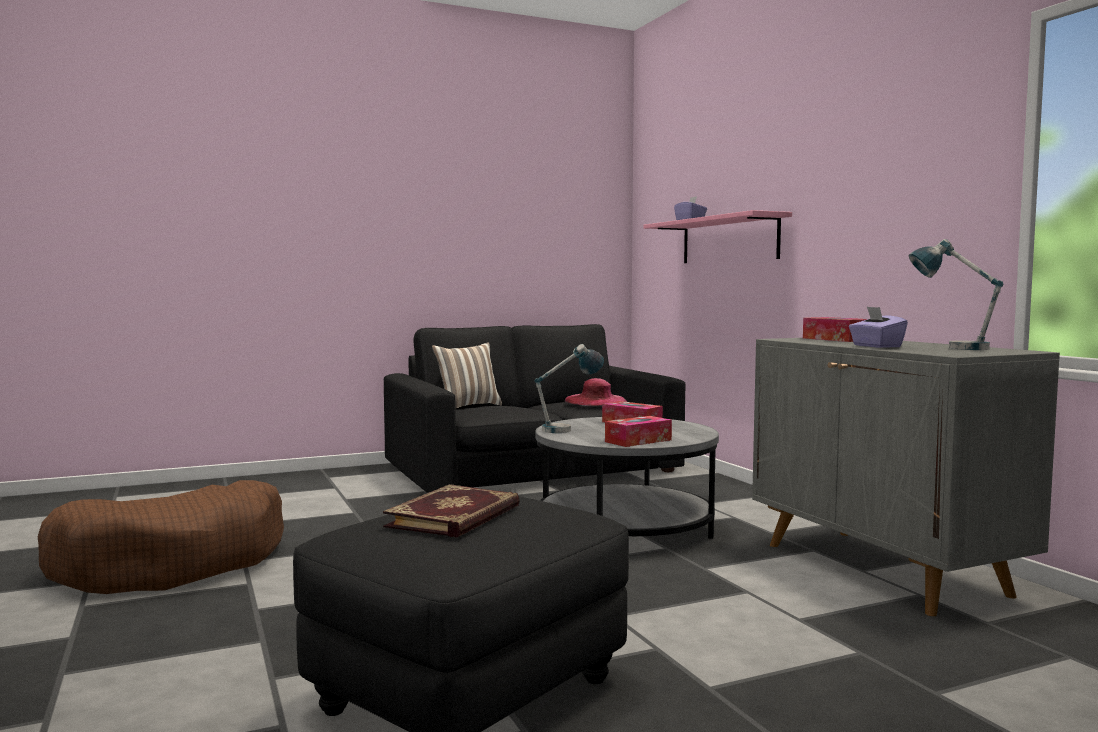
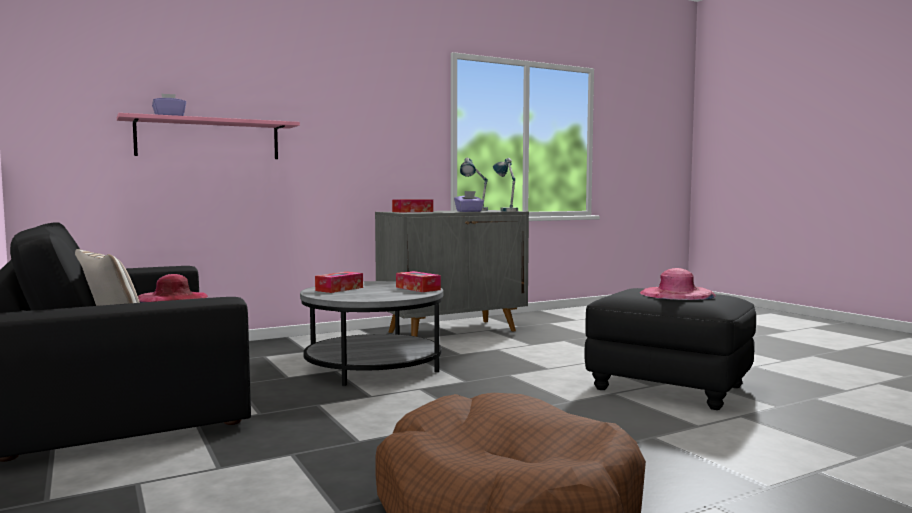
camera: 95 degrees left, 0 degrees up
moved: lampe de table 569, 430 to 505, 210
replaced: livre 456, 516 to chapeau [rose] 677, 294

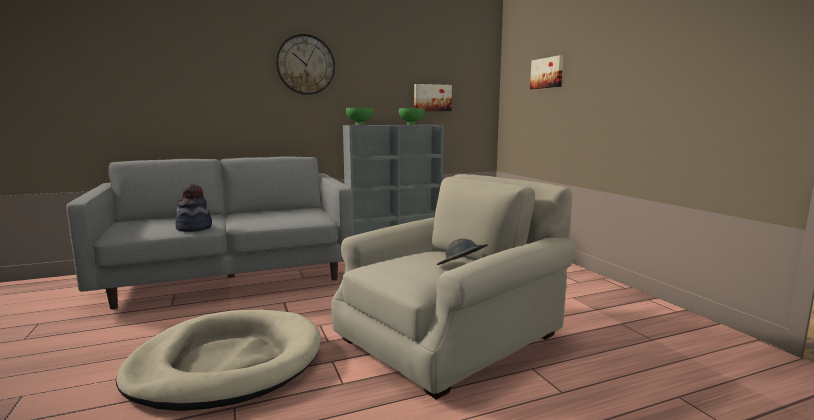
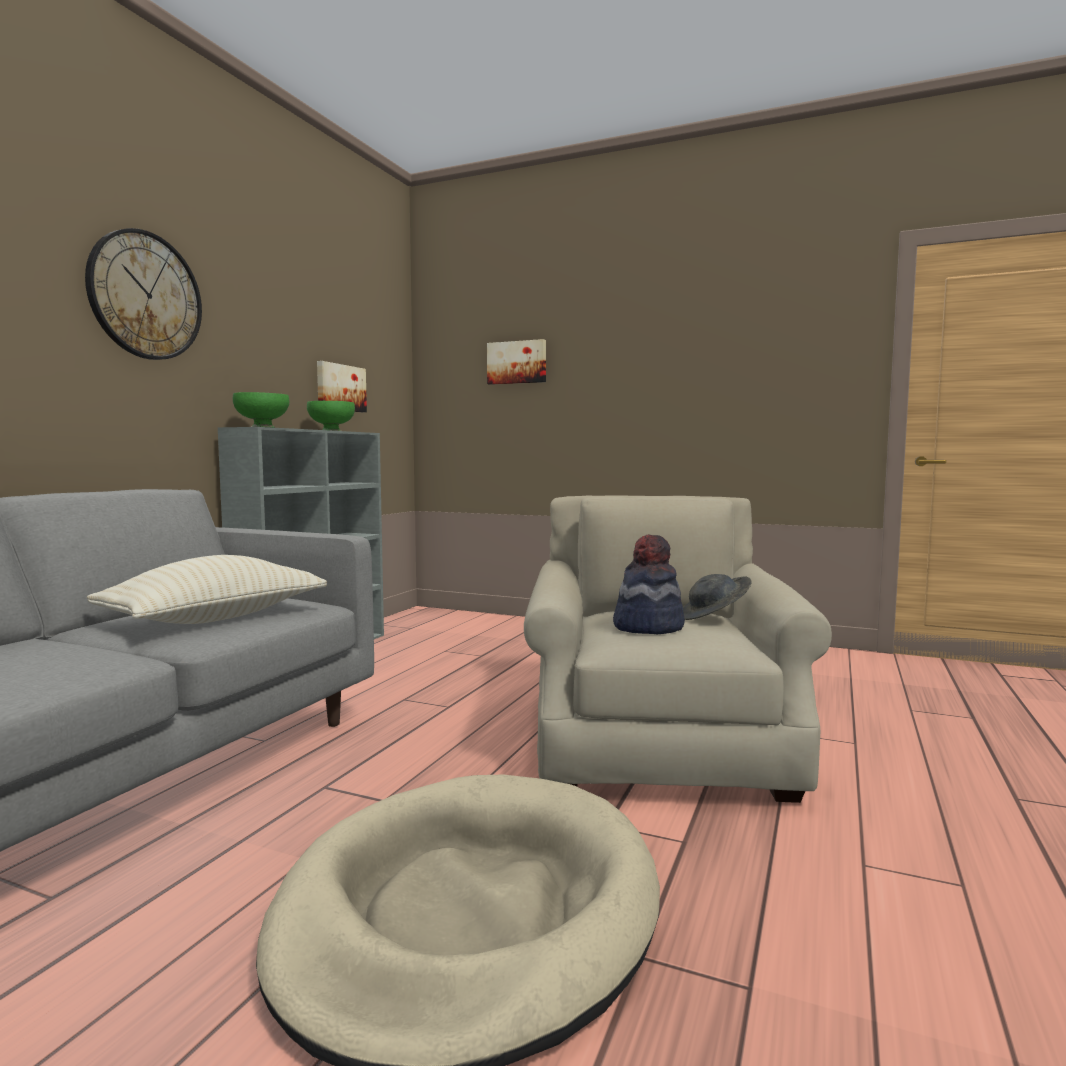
camera: 45 degrees left, 5 degrees down
added: coussin [beige] 215, 619
moved: chapeau 194, 228 to 647, 627

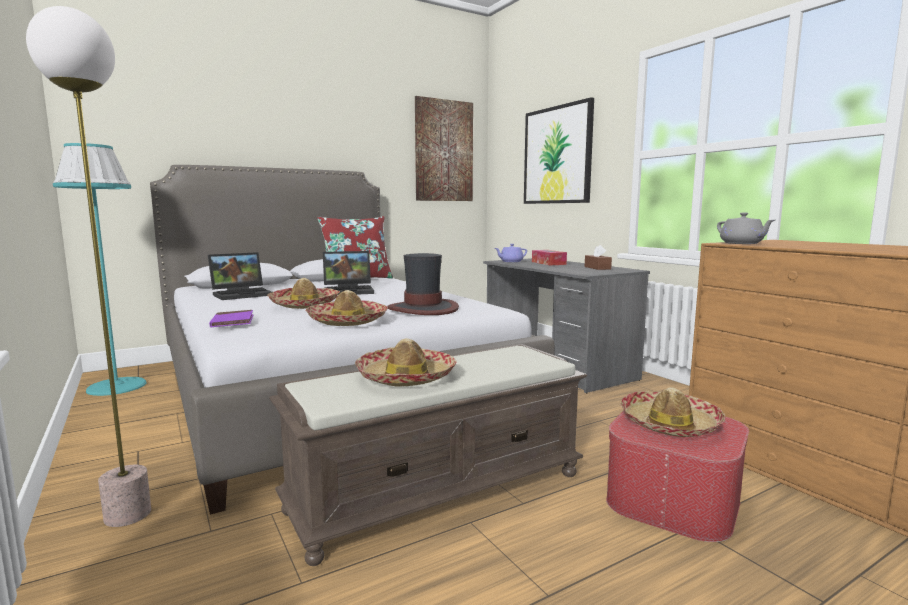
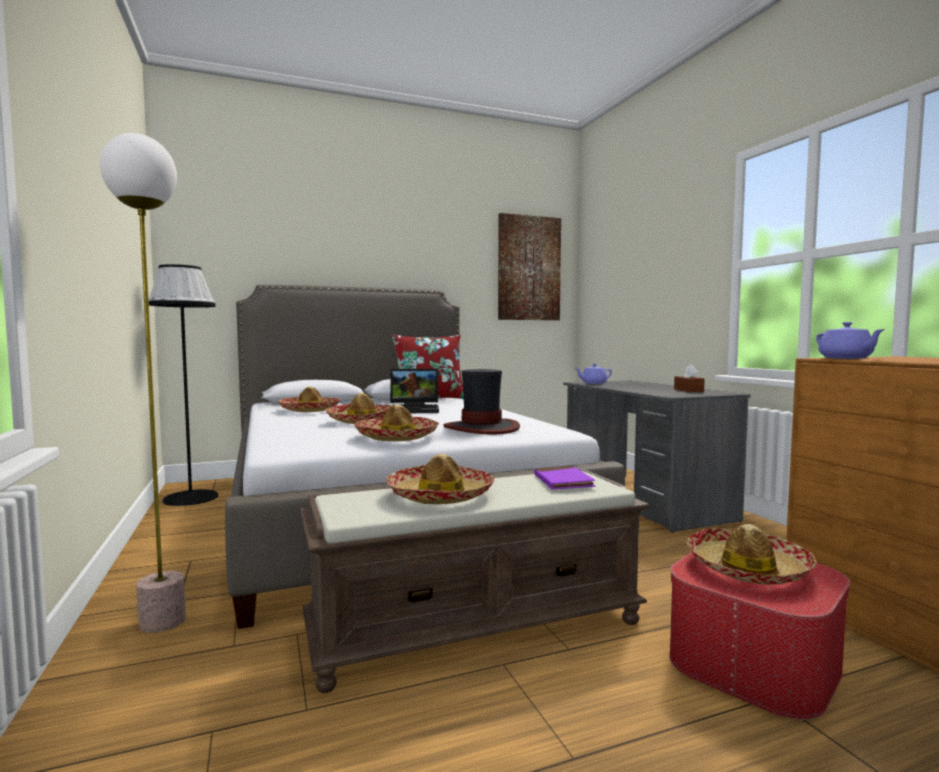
camera: 10 degrees right, 5 degrees down
removed: tableau 557, 155; boîte à mouchoirs 548, 263
moved: livre [violet] 233, 322 to 563, 482
replaced: ordinateur portable 243, 294 to chapeau 310, 410
recoloured: lampadaire [turquoise] 116, 386 to lampadaire [noir] 190, 498; théière [gris] 742, 243 to théière [violet] 846, 358

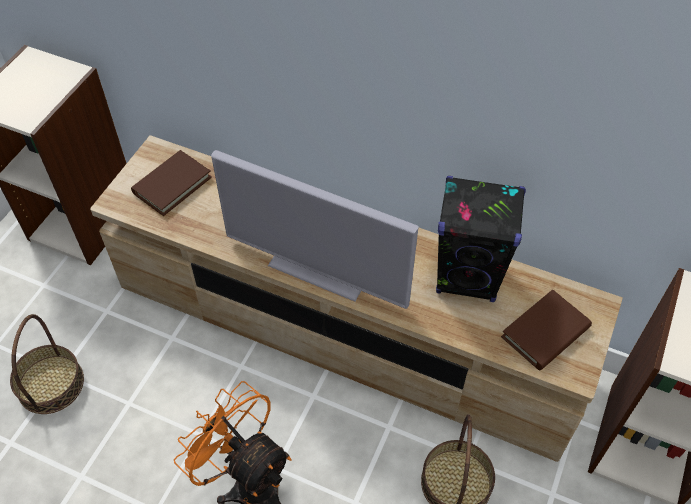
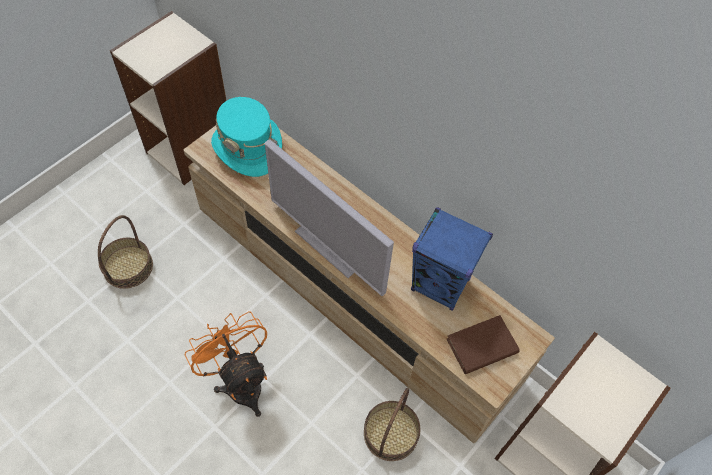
camera: 15 degrees right, 5 degrees up
replaced: livre [marron] 172, 185 to chapeau [turquoise] 248, 148
recoloured: enceinte [noir] 468, 277 to enceinte [bleu] 440, 285

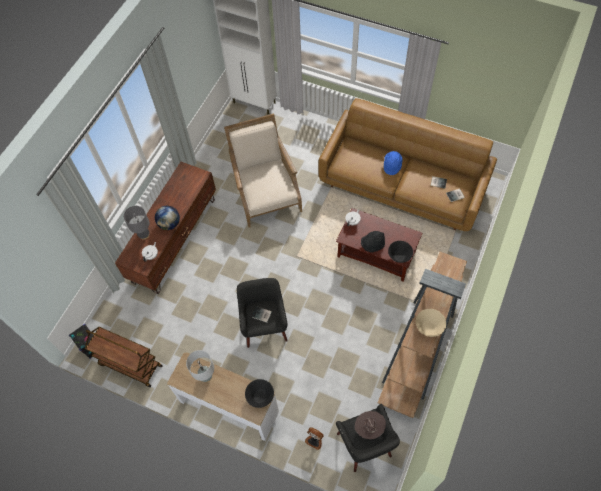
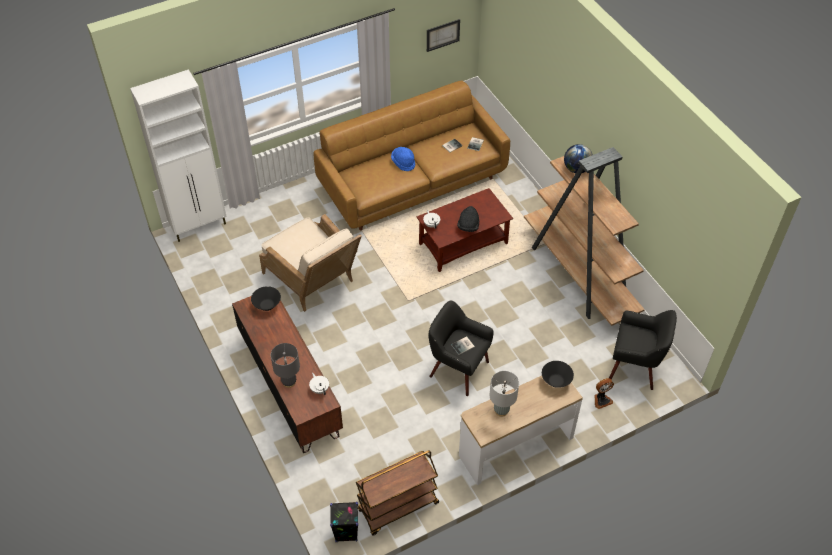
camera: 55 degrees left, 10 degrees down
removed: chapeau [marron] 369, 427; bol [beige] 429, 327
added: tableau 443, 35
moved: globe 169, 224 to 576, 169; bol [noir] 399, 256 to 267, 305
turned: fauteuil [beige] 265, 192 = 314, 281 150 degrees counterclockwise

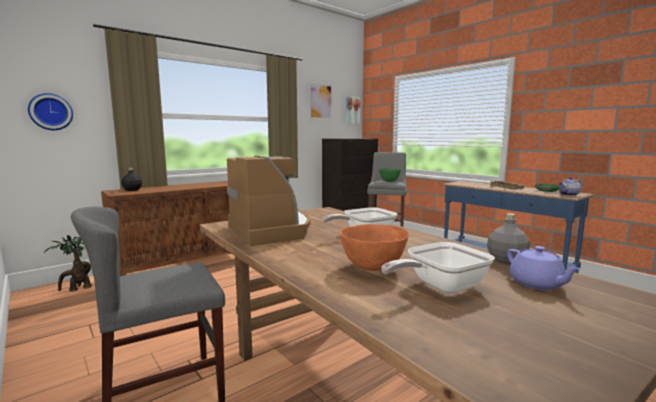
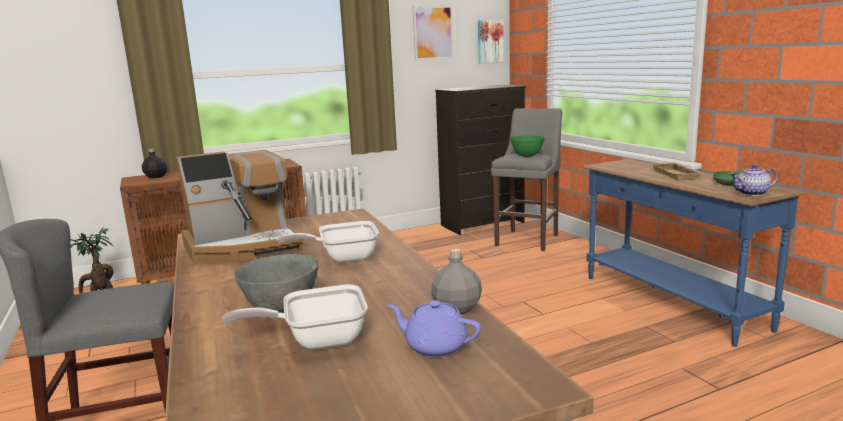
camera: 15 degrees right, 5 degrees up
removed: horloge murale 50, 112
recoloured: bol [orange] 372, 267 to bol [gris] 281, 308
turned: machine à café 272, 230 = 244, 247 75 degrees clockwise; théière [violet] 537, 284 = 434, 346 120 degrees clockwise

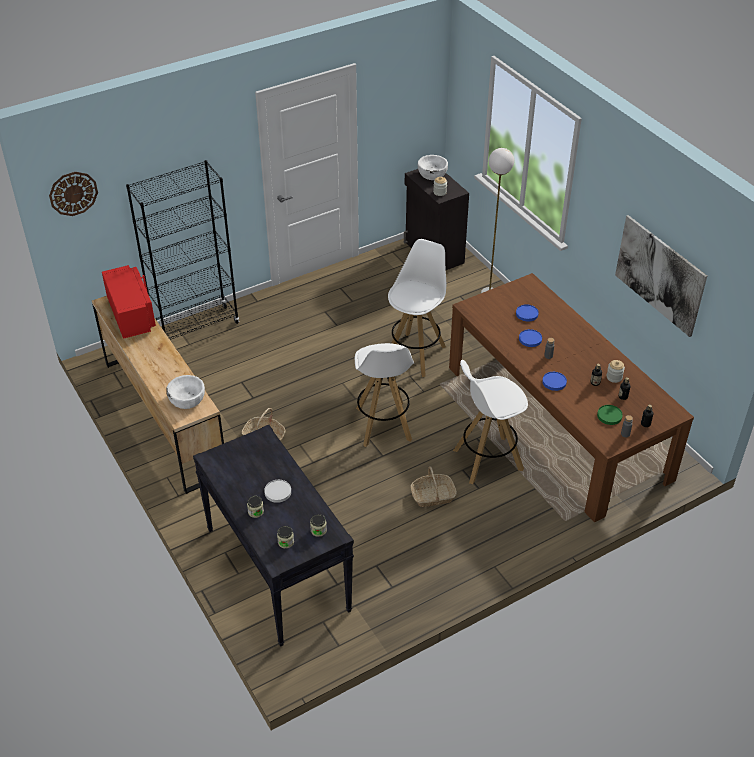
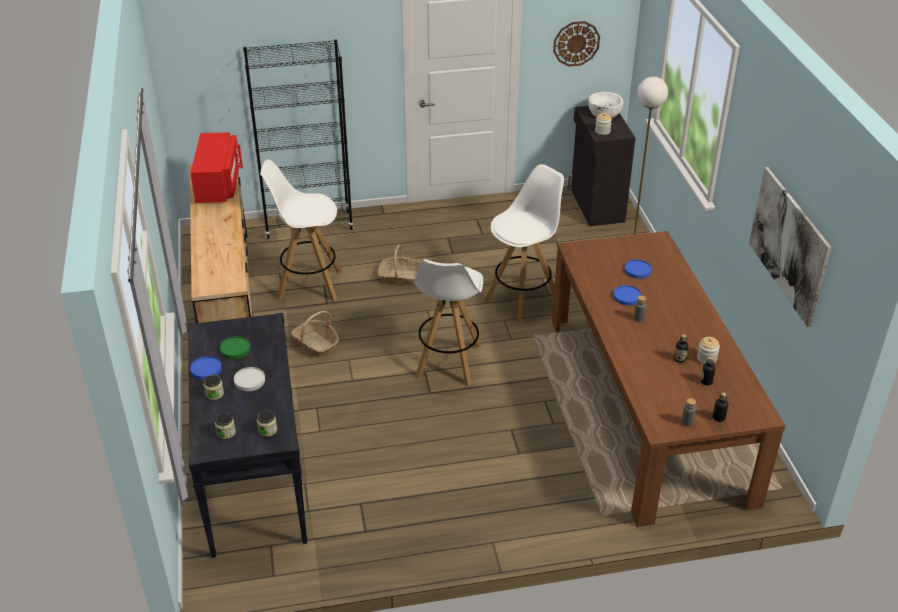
camera: 20 degrees right, 5 degrees down
removed: bol [blanc] 187, 399
moved: horloge murale 73, 193 to 576, 43; panier 433, 496 to 400, 277; tabouret [blanc] 487, 460 to 309, 284; assiette [bleu] 554, 382 to 206, 369; assiette [vert] 609, 416 to 235, 349

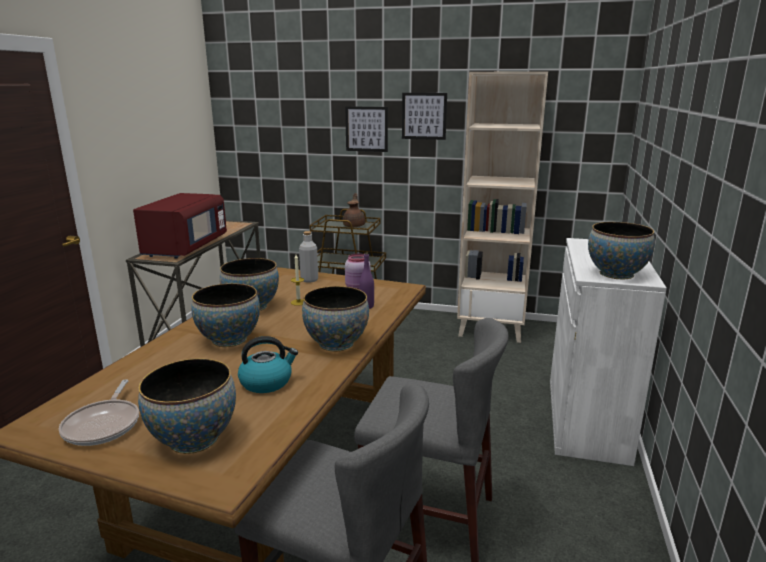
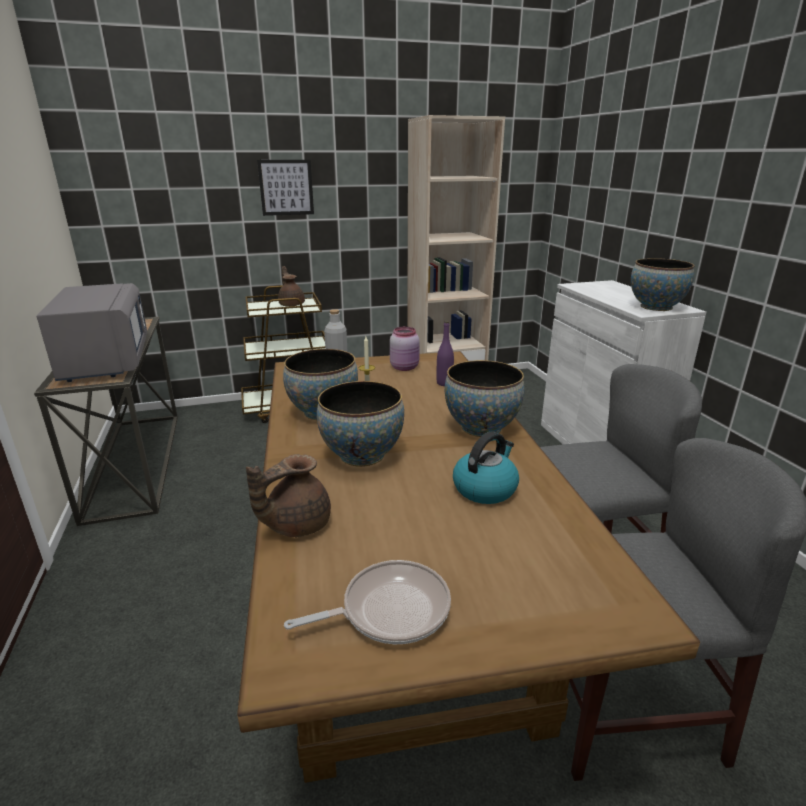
camera: 30 degrees left, 5 degrees up
removed: bol 194, 439; tableau 424, 116
added: théière [marron] 295, 524
recoloured: micro-ondes [rouge] 185, 248 to micro-ondes [gris] 106, 362
turned: poêle 104, 425 = 389, 610 75 degrees counterclockwise

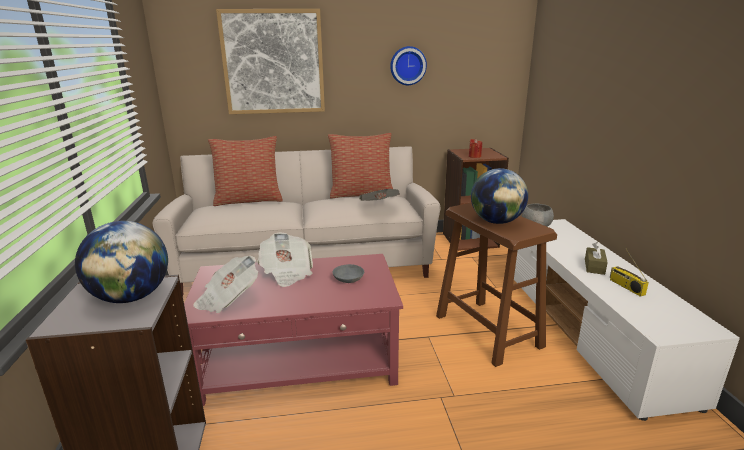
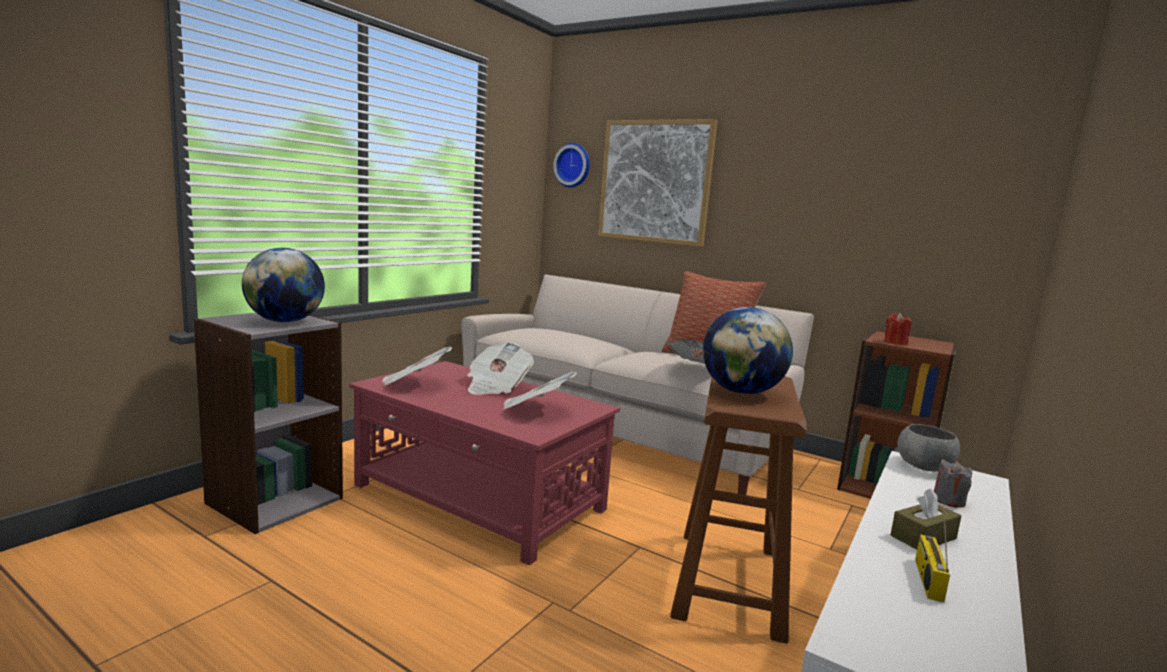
camera: 40 degrees right, 10 degrees down
removed: coussin 249, 200
added: bougie [gris] 948, 500
moved: horloge murale 407, 65 to 573, 165
replaced: bol [gris] 348, 279 to journal 535, 410

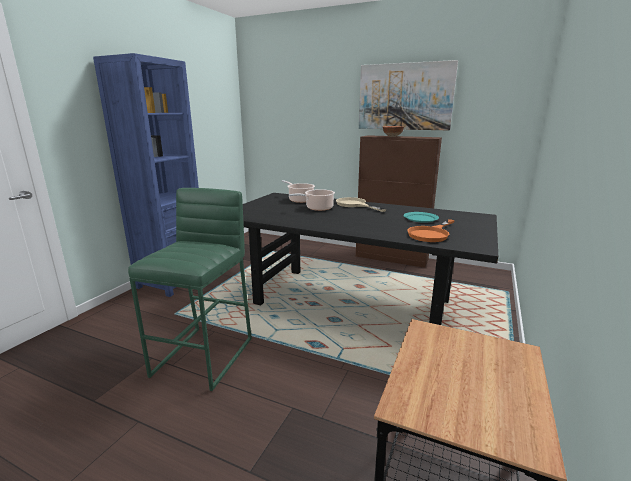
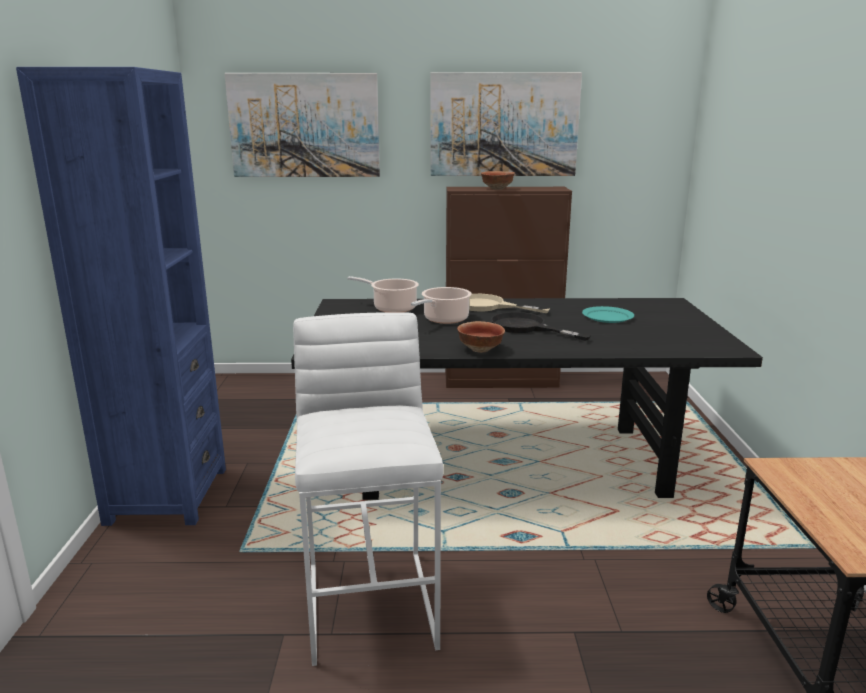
camera: 25 degrees left, 0 degrees up
removed: poêle [orange] 431, 234
added: tableau 304, 125; bol 481, 349; poêle [noir] 526, 327
recoloured: tabouret [vert] 205, 356 to tabouret [blanc] 372, 603

